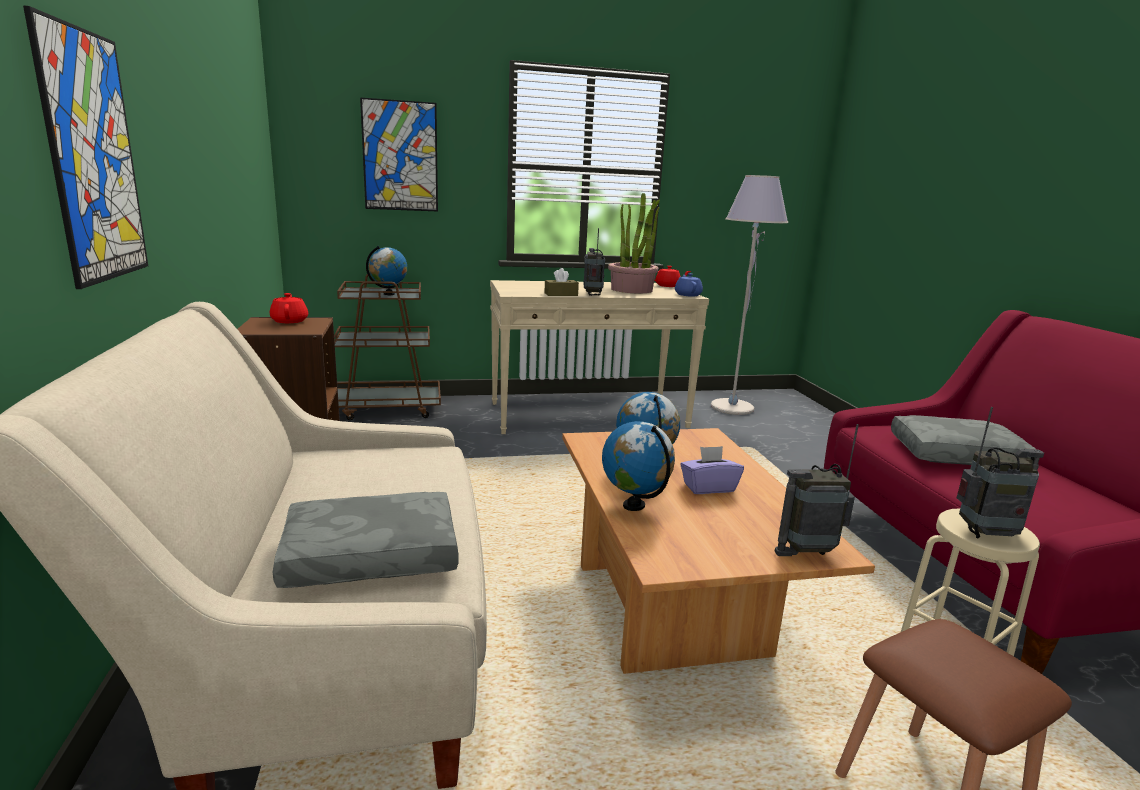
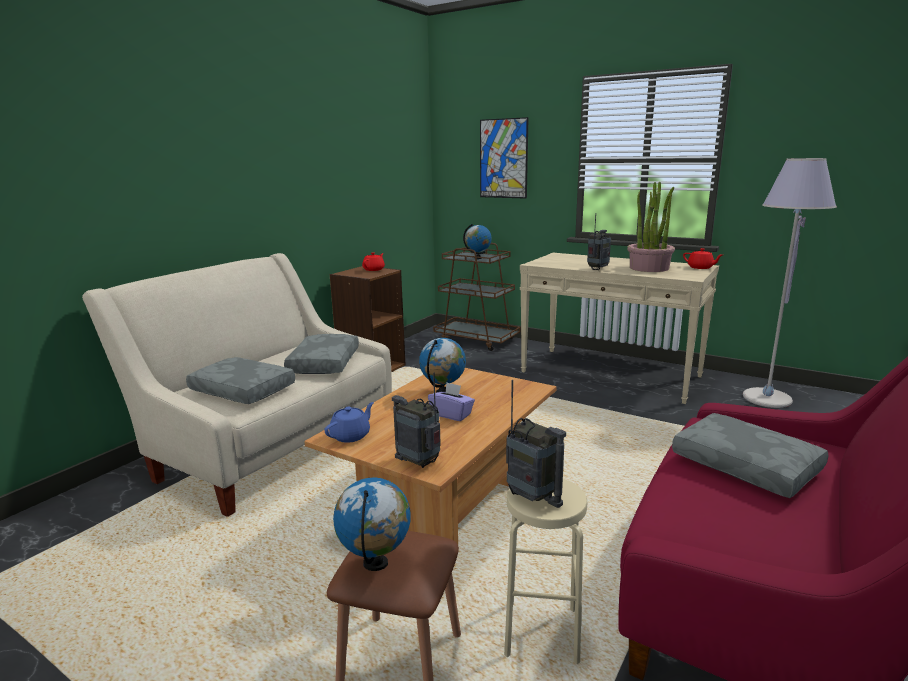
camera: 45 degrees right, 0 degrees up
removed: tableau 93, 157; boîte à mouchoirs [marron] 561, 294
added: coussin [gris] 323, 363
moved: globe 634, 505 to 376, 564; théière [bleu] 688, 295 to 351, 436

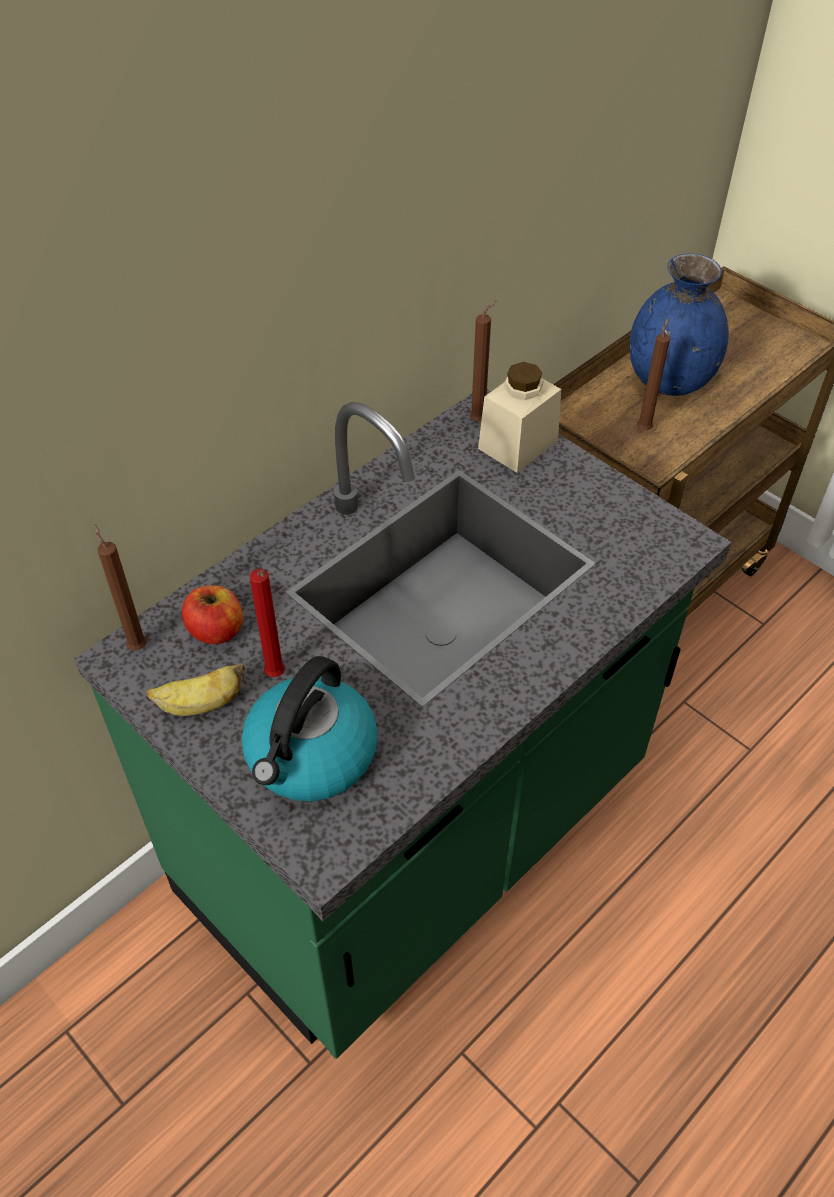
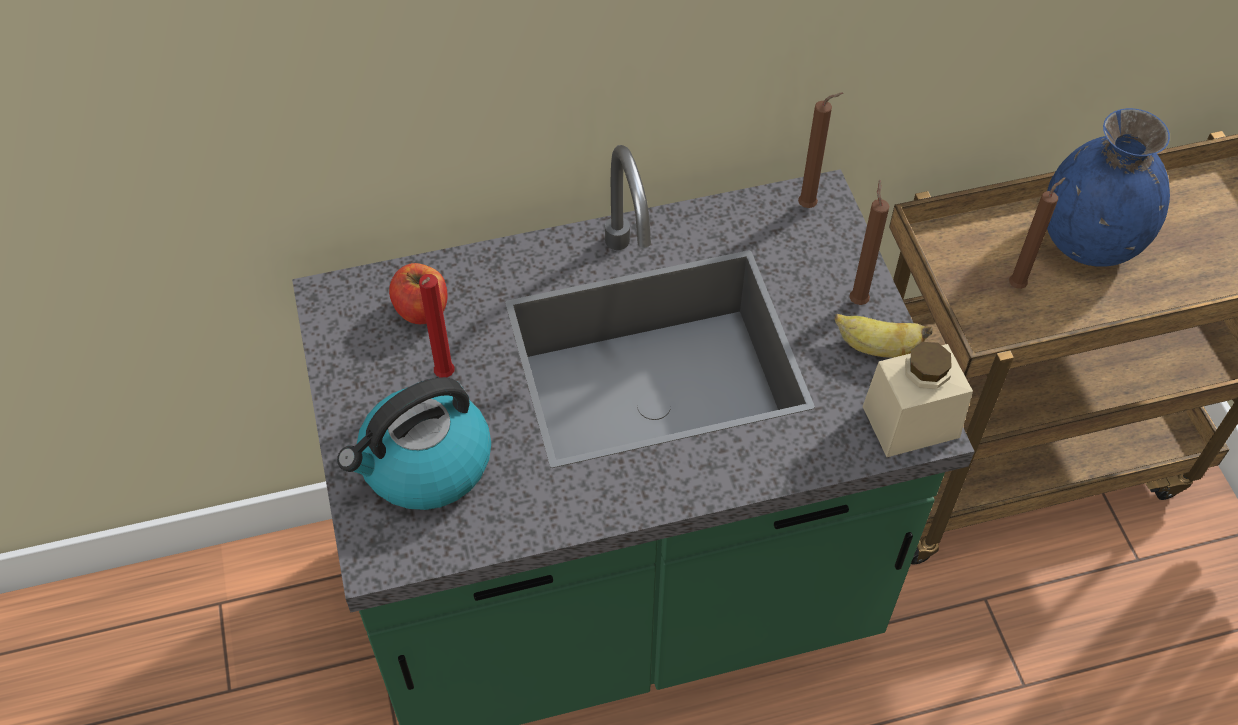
camera: 30 degrees right, 5 degrees up
moved: bougie [marron] 137, 645 to 858, 299; banane 200, 704 to 876, 347; bocal [beige] 518, 444 to 910, 422

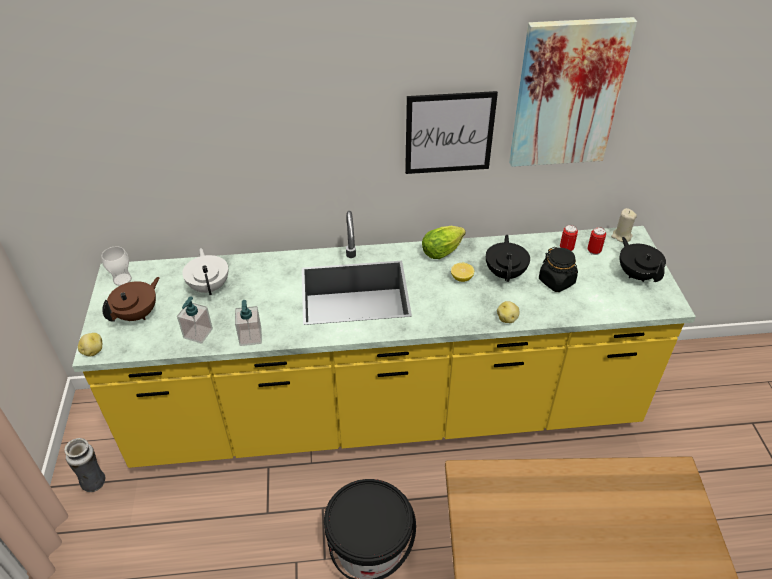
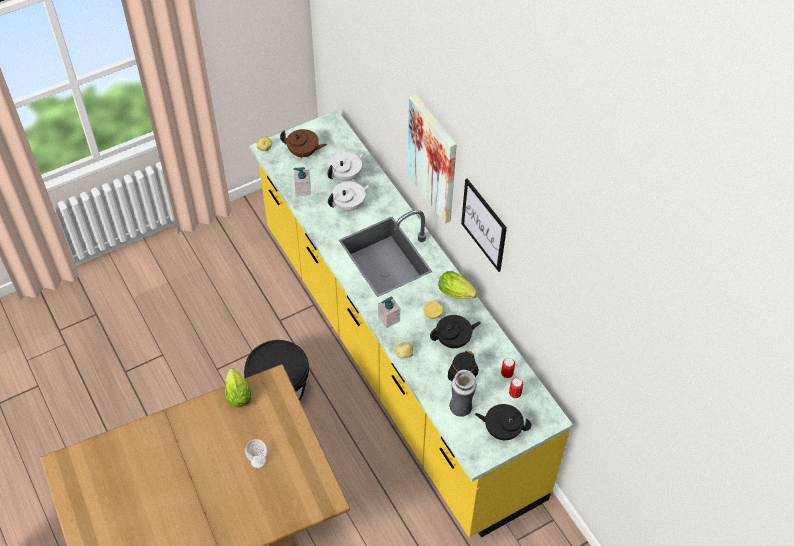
camera: 65 degrees right, 10 degrees up
removed: bougie [beige] 621, 236
added: laitue 237, 393; théière [blanc] 349, 205
moved: vase 94, 482 to 461, 408; tasse 122, 279 to 258, 461; distributeur de savon 250, 337 to 389, 319; tableau 567, 94 to 433, 158
turned: théière [noir] 637, 274 = 502, 429 120 degrees counterclockwise

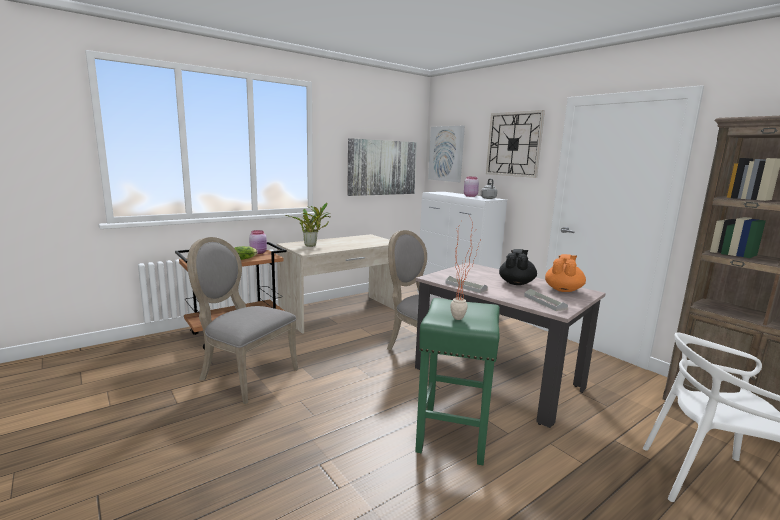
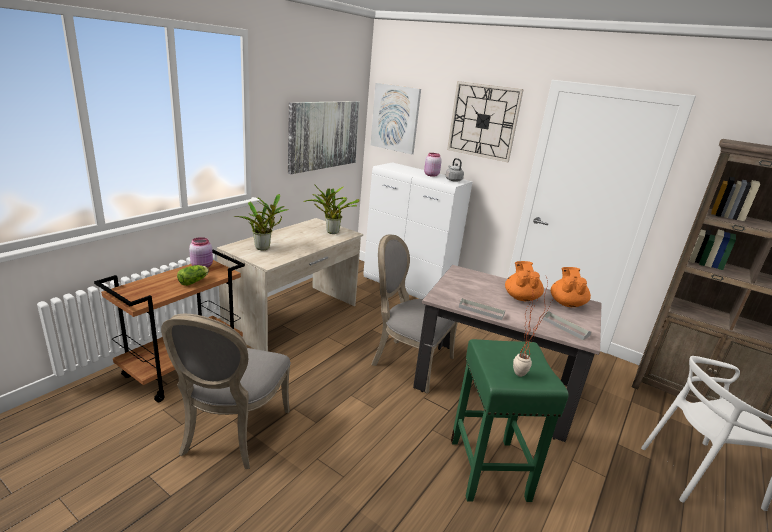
camera: 20 degrees left, 10 degrees up
added: plante en pot 331, 232
recoloured: théière [noir] 516, 283 to théière [orange] 521, 297
turned: chaise [gris] 244, 375 = 231, 433 90 degrees counterclockwise

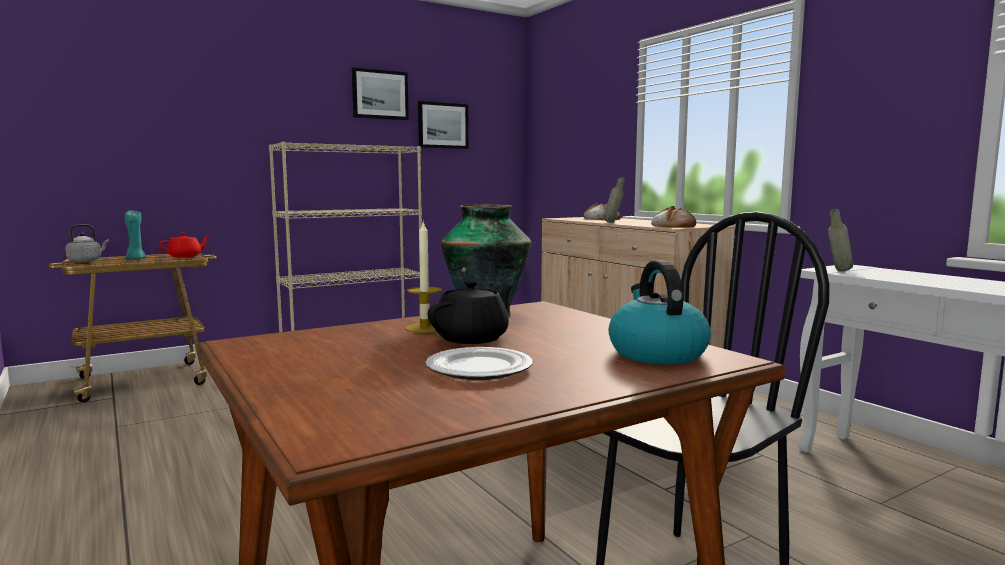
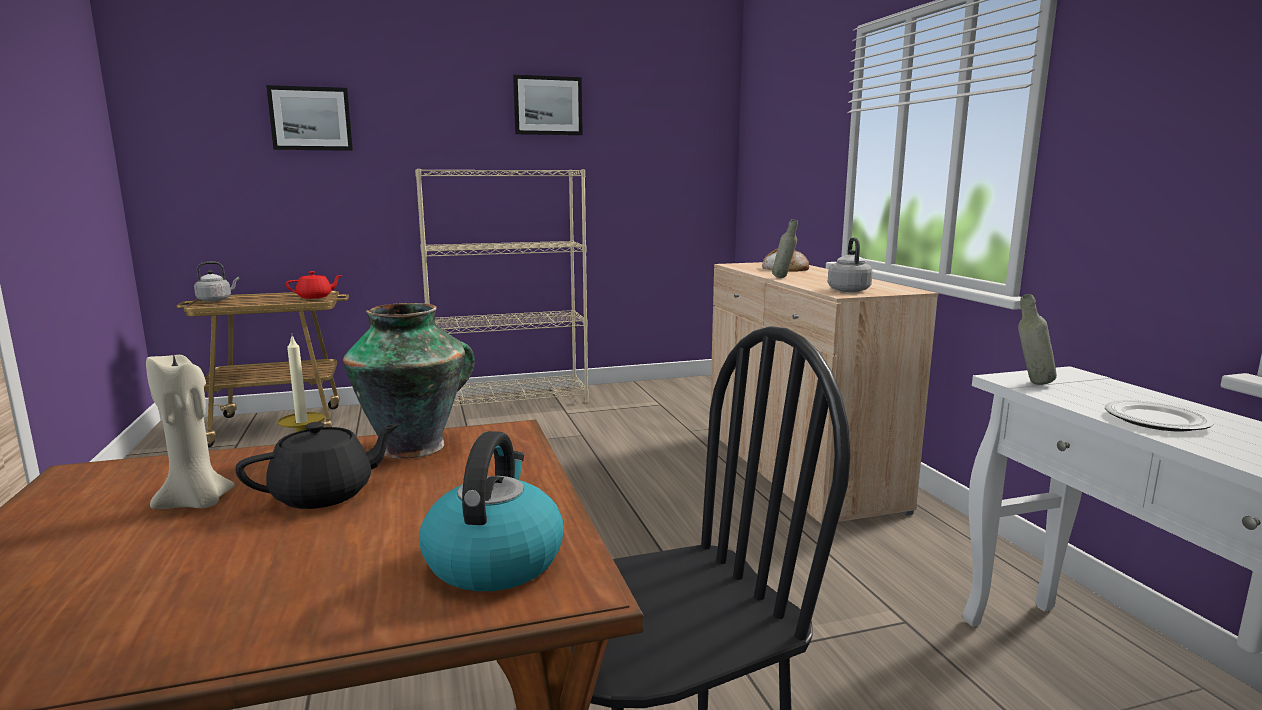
camera: 15 degrees right, 5 degrees up
removed: bougie [turquoise] 135, 259
added: bougie [beige] 197, 503
moved: tableau 442, 125 to 311, 118; assiette 480, 369 to 1157, 421
replaced: pain 673, 226 to bouilloire [gris] 848, 290

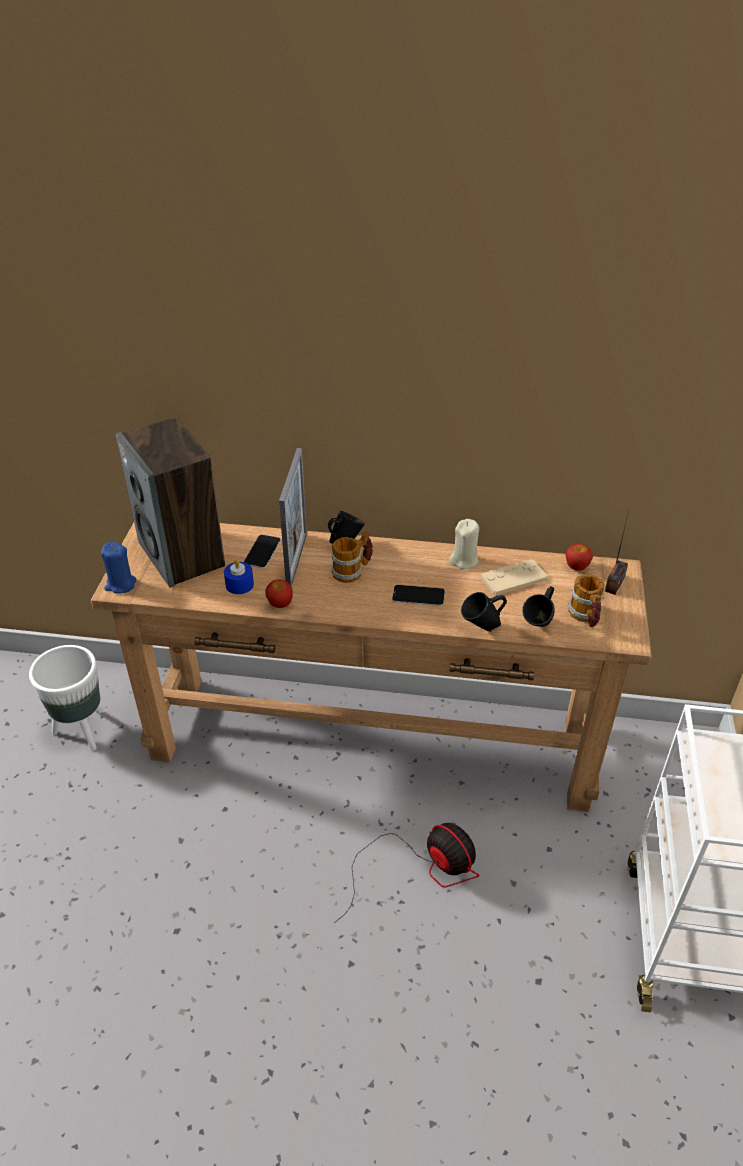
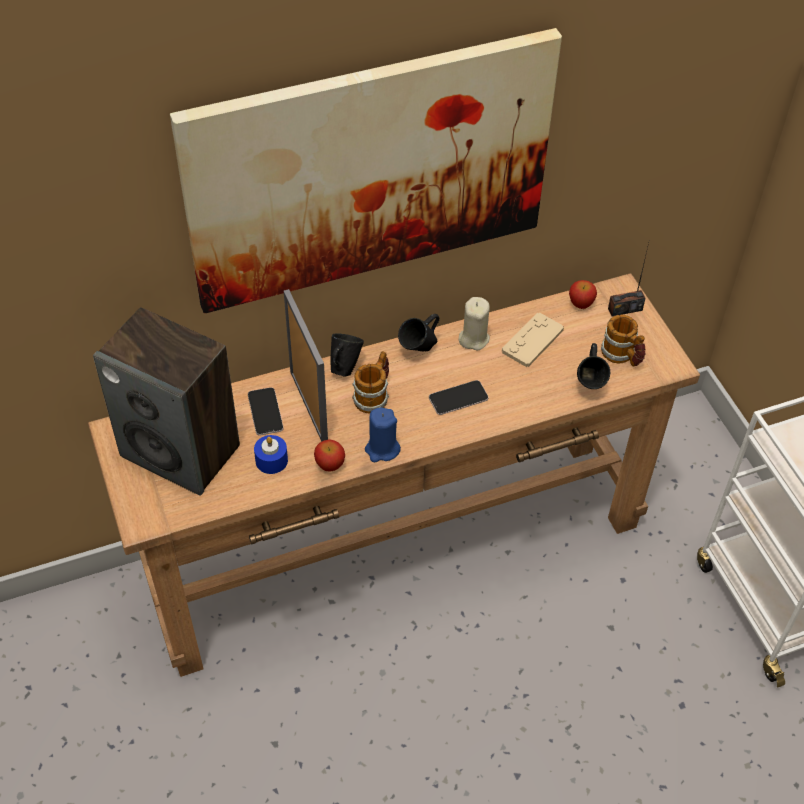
camera: 30 degrees left, 10 degrees up
removed: cache-pot [blanc] 83, 731; ventilateur 421, 869
added: tableau 370, 171
moved: bougie [bleu] 120, 584 to 382, 449; mug [noir] 481, 628 to 419, 351
turned: radio 614, 583 = 625, 309 75 degrees clockwise

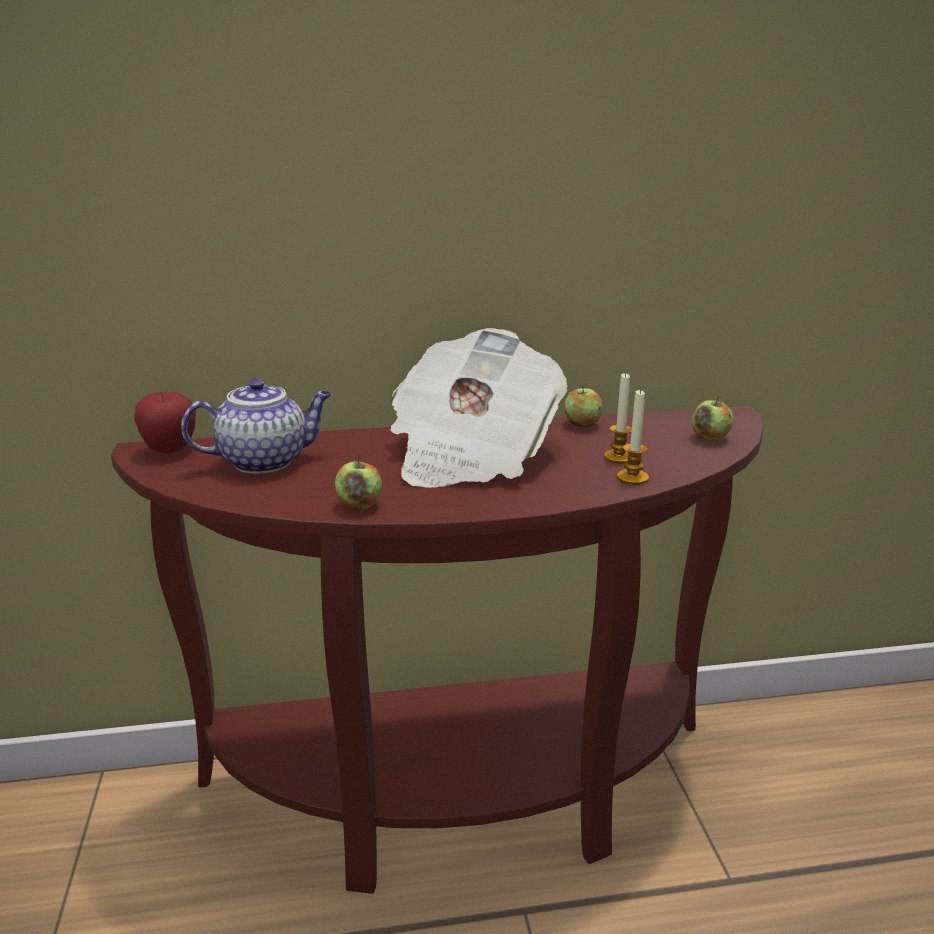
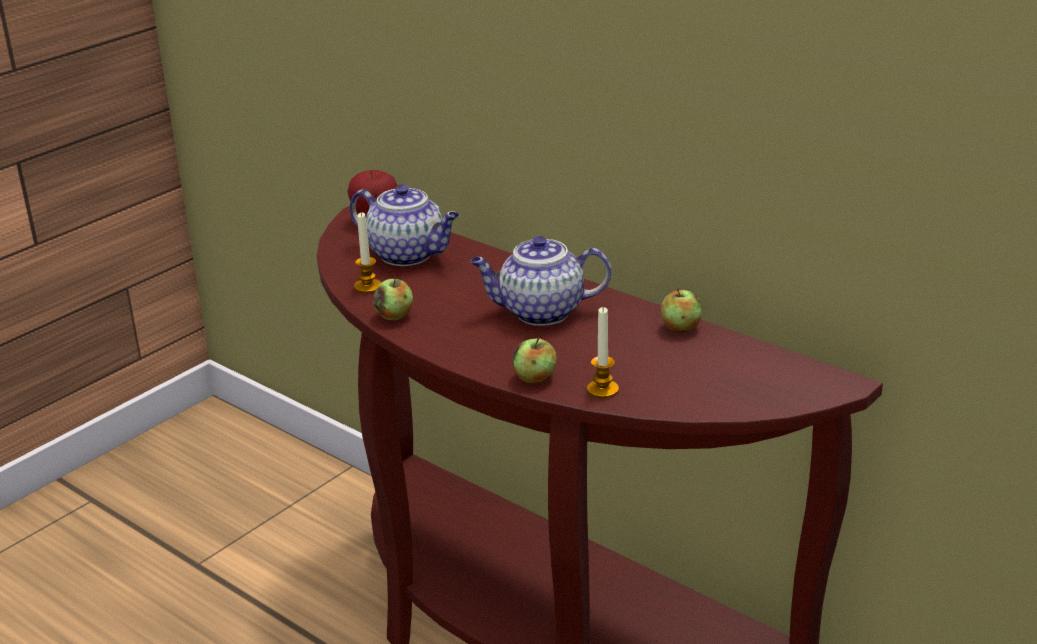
camera: 50 degrees right, 5 degrees up
moved: bougie 619, 457 to 367, 287; pomme 710, 437 to 534, 378
replaced: journal 470, 454 to théière 539, 312

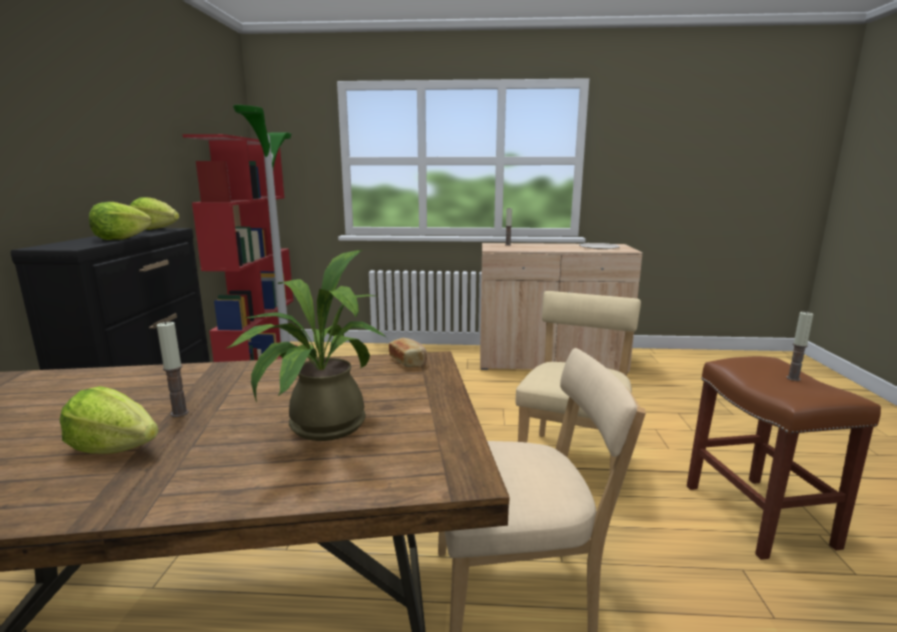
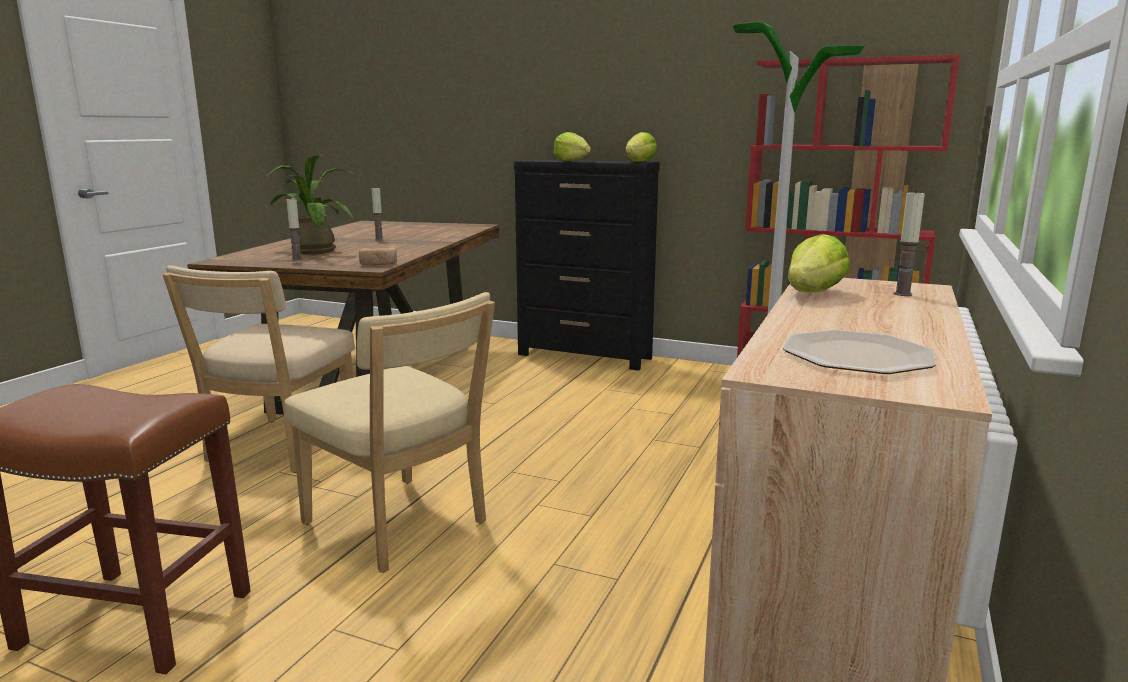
camera: 110 degrees right, 0 degrees up
moved: laitue 115, 448 to 812, 293; bougie 793, 378 to 297, 259

